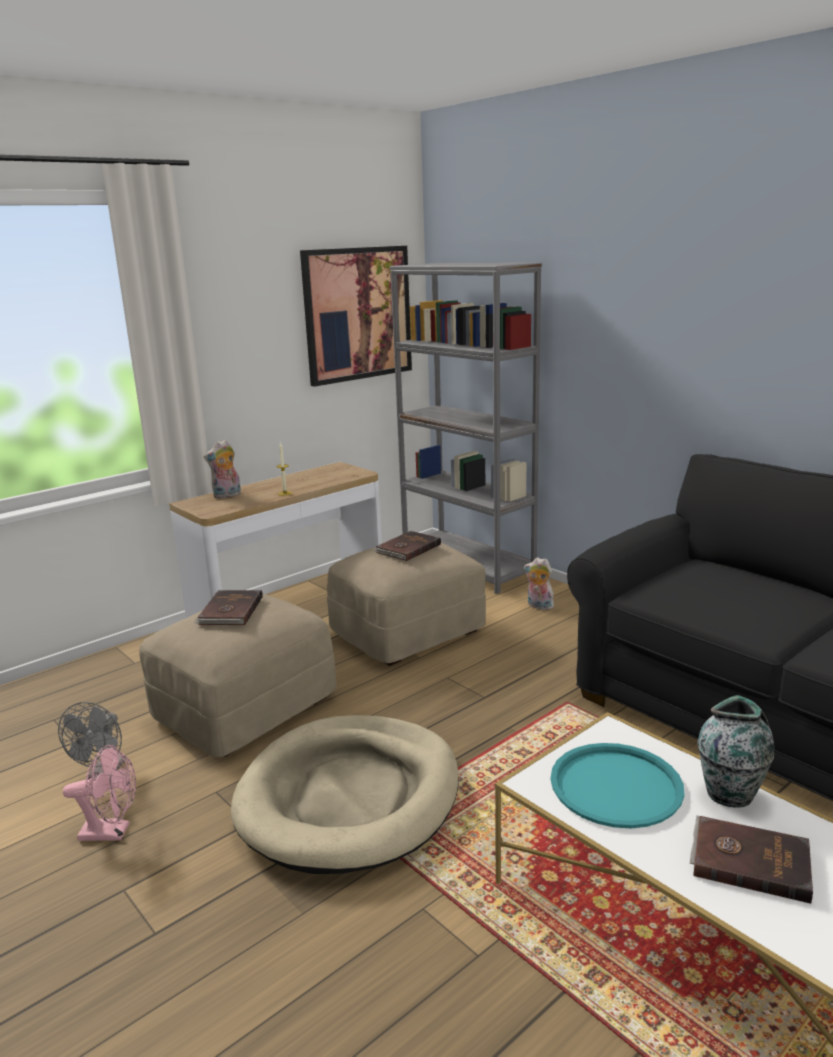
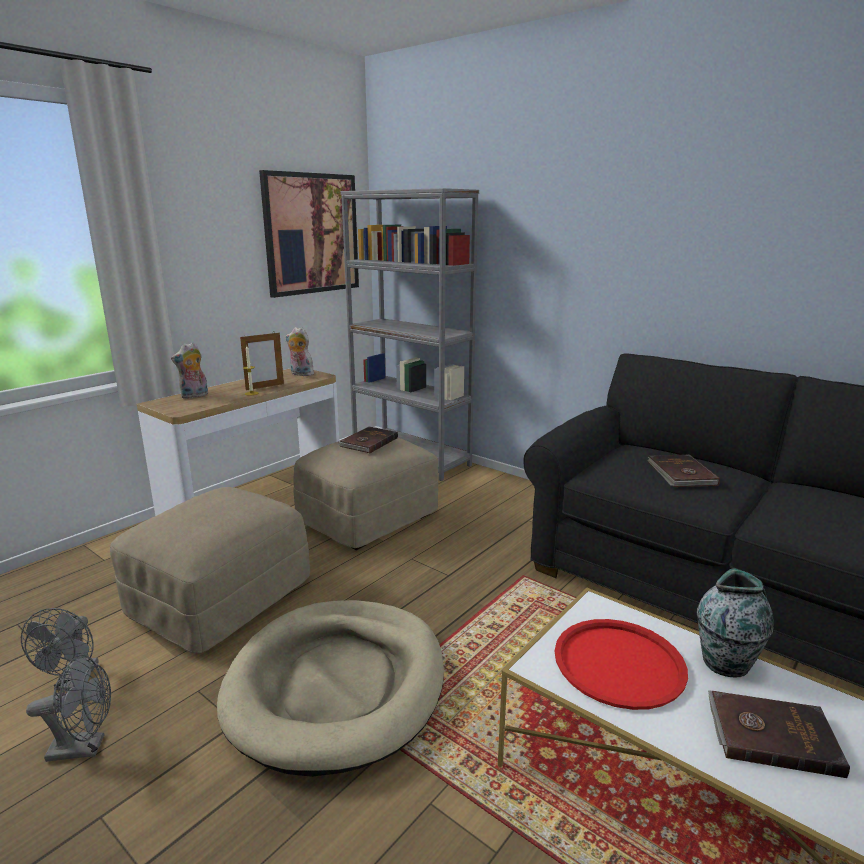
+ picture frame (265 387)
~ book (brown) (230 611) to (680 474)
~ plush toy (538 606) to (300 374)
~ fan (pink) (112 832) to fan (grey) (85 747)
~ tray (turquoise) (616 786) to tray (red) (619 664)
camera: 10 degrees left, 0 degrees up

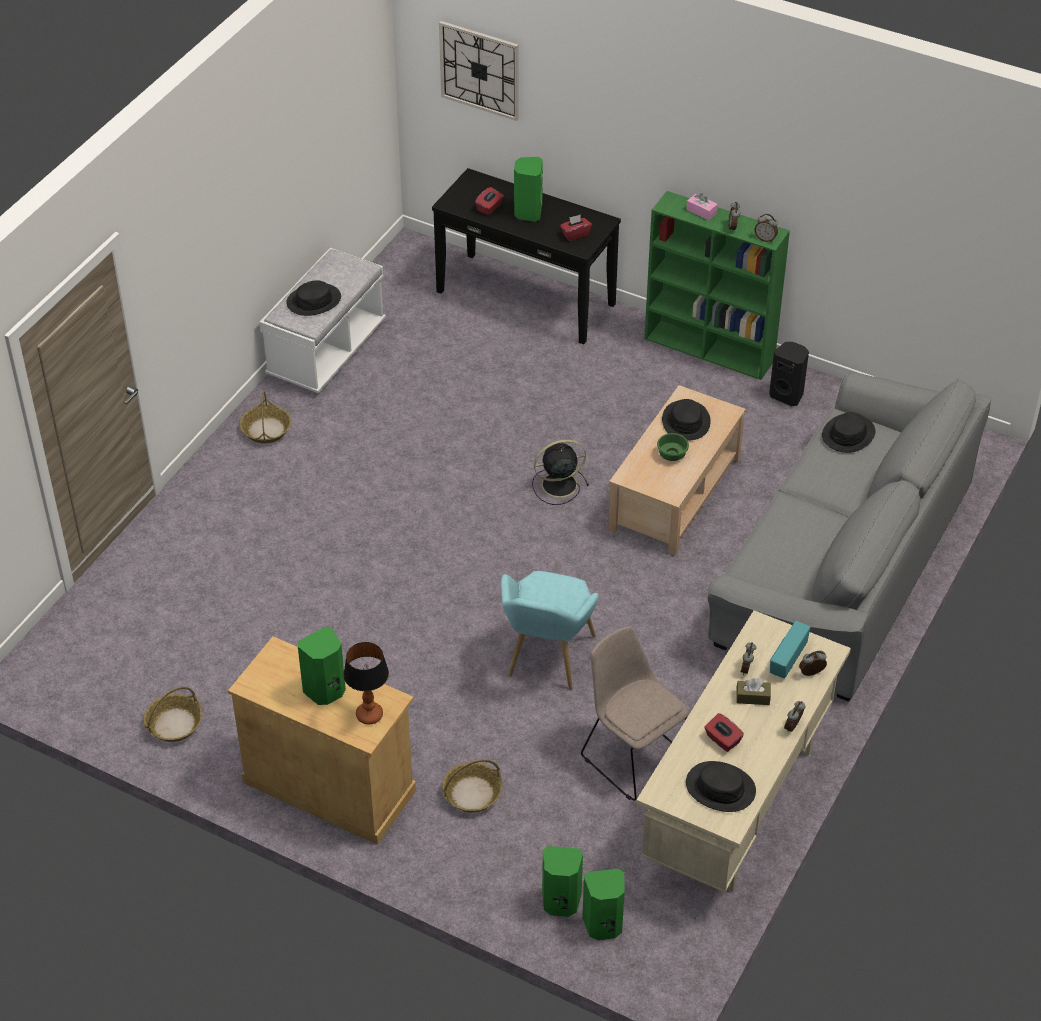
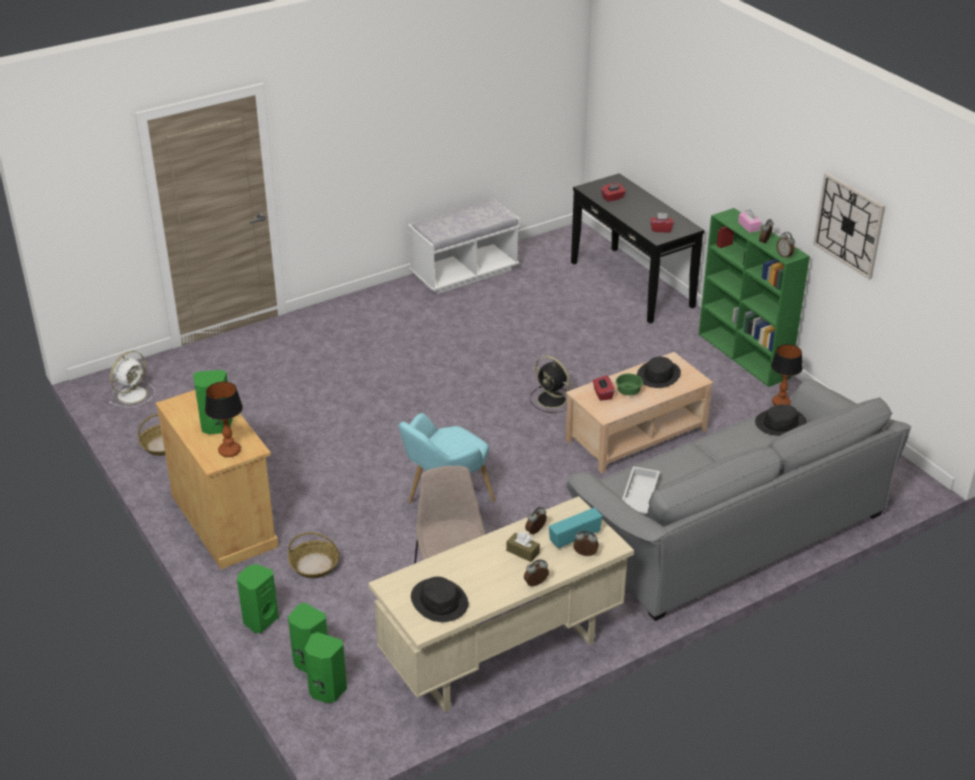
- basket (266 429)
- hat (black) (313 300)
+ fan (white) (133 394)
+ tray (white) (638 495)
~ wall clock (480 70) to (849 225)
~ speaker (green) (528 212) to (259 620)
~ tissue box (red) (722 740) to (602 394)
~ speaker (black) (787 395) to table lamp (781 403)
~ fan (black) (557 485) = (552 400) 150 degrees counterclockwise
camera: 30 degrees right, 10 degrees down

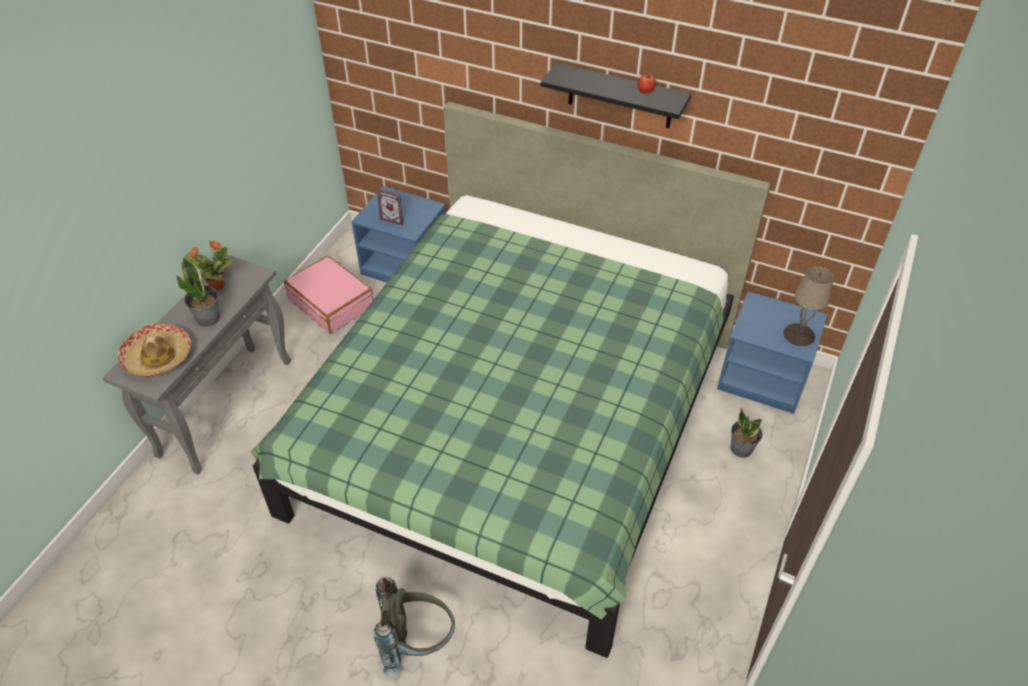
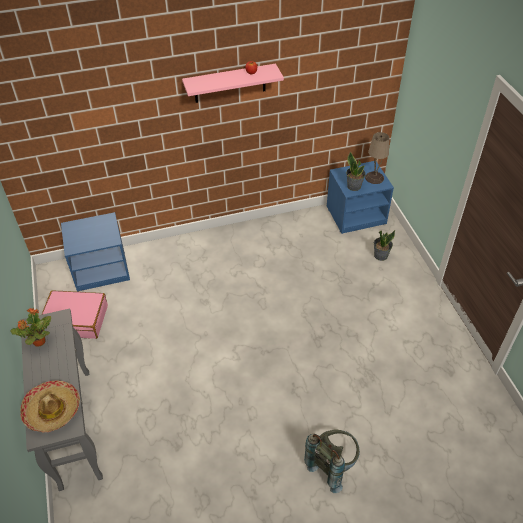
- bed (green) (516 424)
- picture frame (394 218)
~ potted plant (208 318) to (354 186)
~ shelf (black) (620 96) to shelf (pink) (230 83)
camera: 40 degrees left, 0 degrees up

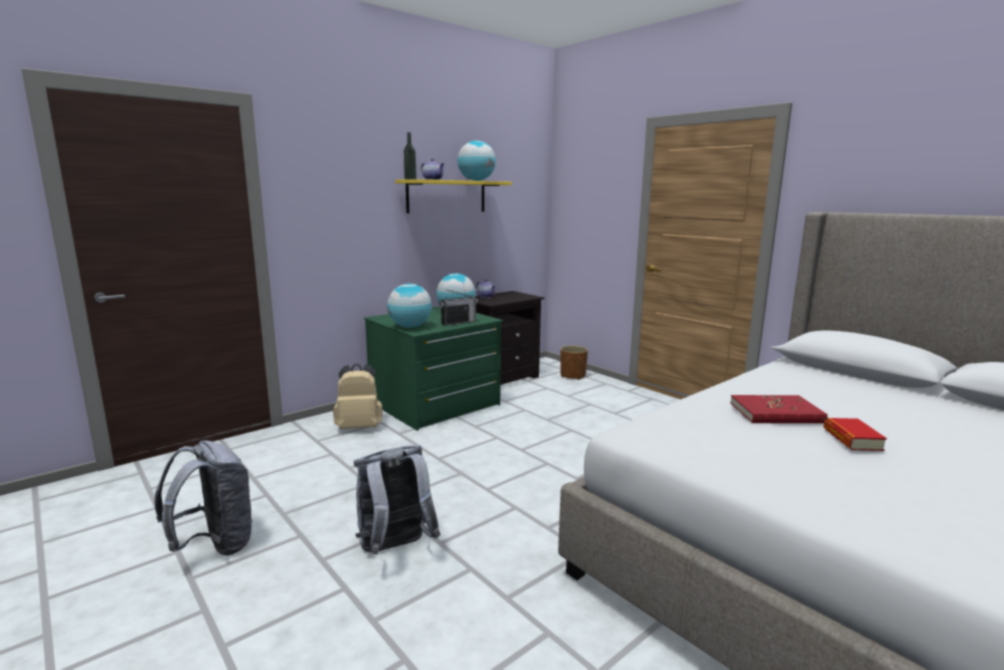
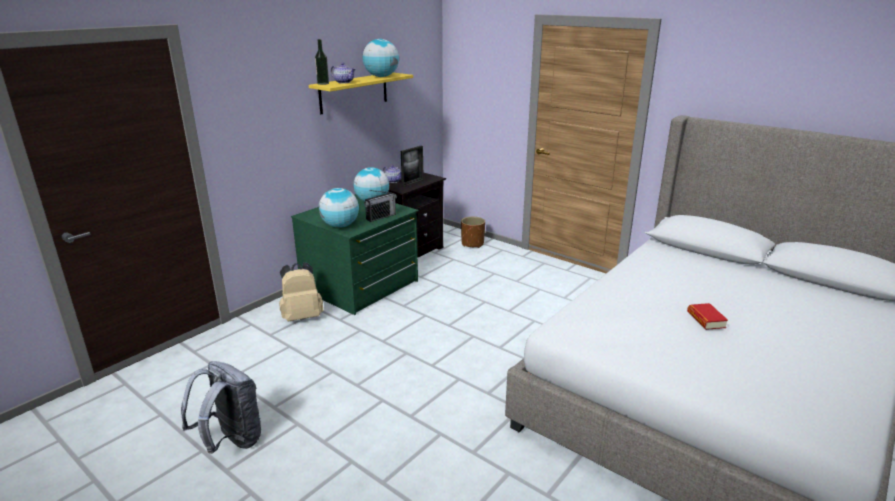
- backpack (grey) (395 549)
- book (red) (776 413)
+ picture frame (412 183)
camera: 10 degrees left, 10 degrees up

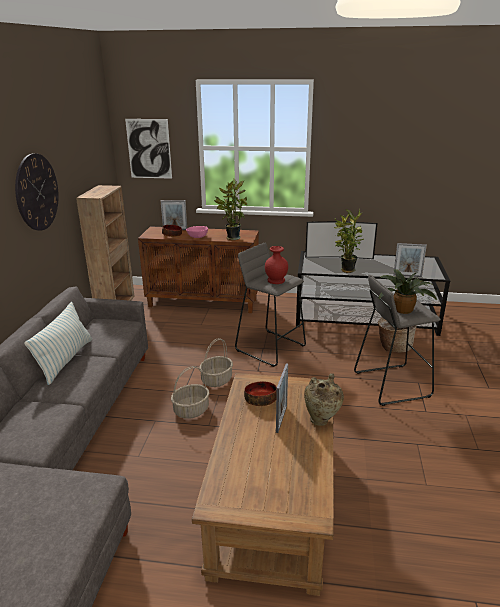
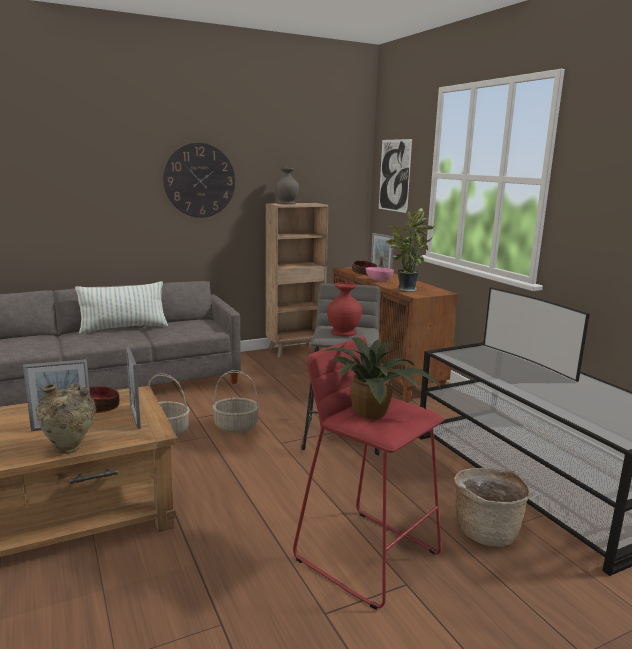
- potted plant (346 270)
+ vase (grey) (287 203)
~ picture frame (407 276) to (135 417)
~ stool (grey) (391 384) to stool (red) (367 555)
camera: 55 degrees right, 10 degrees down

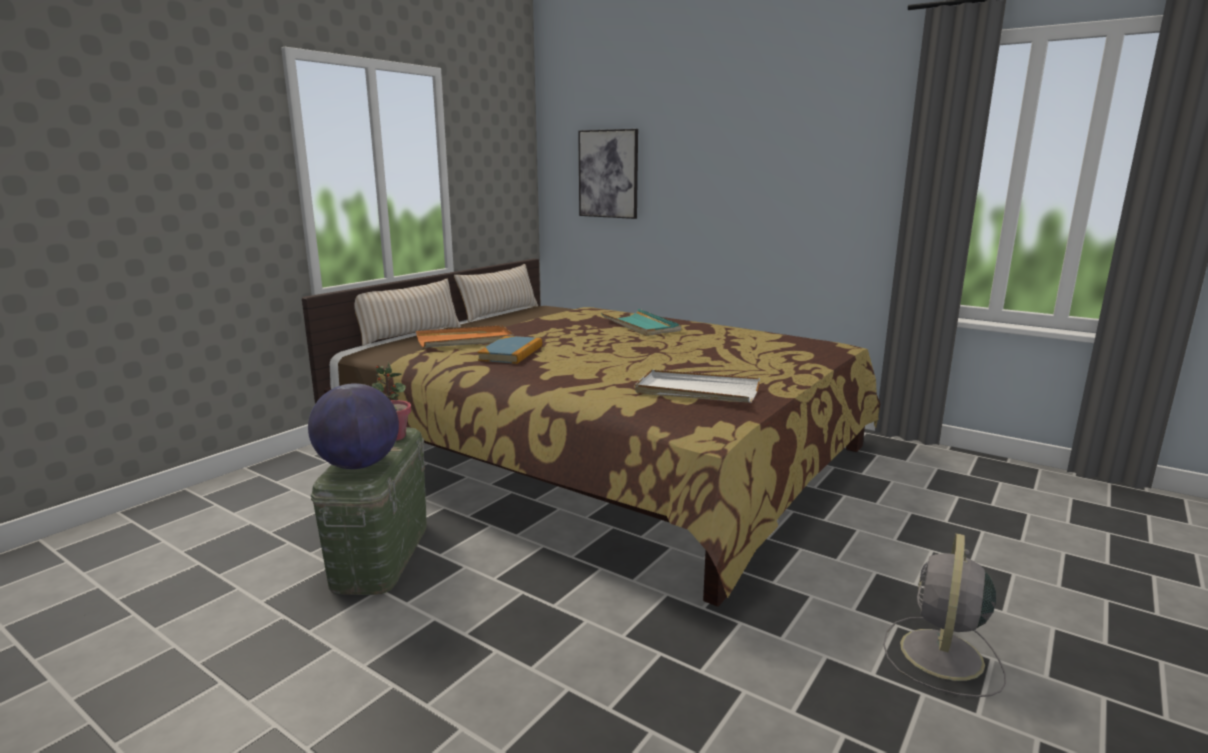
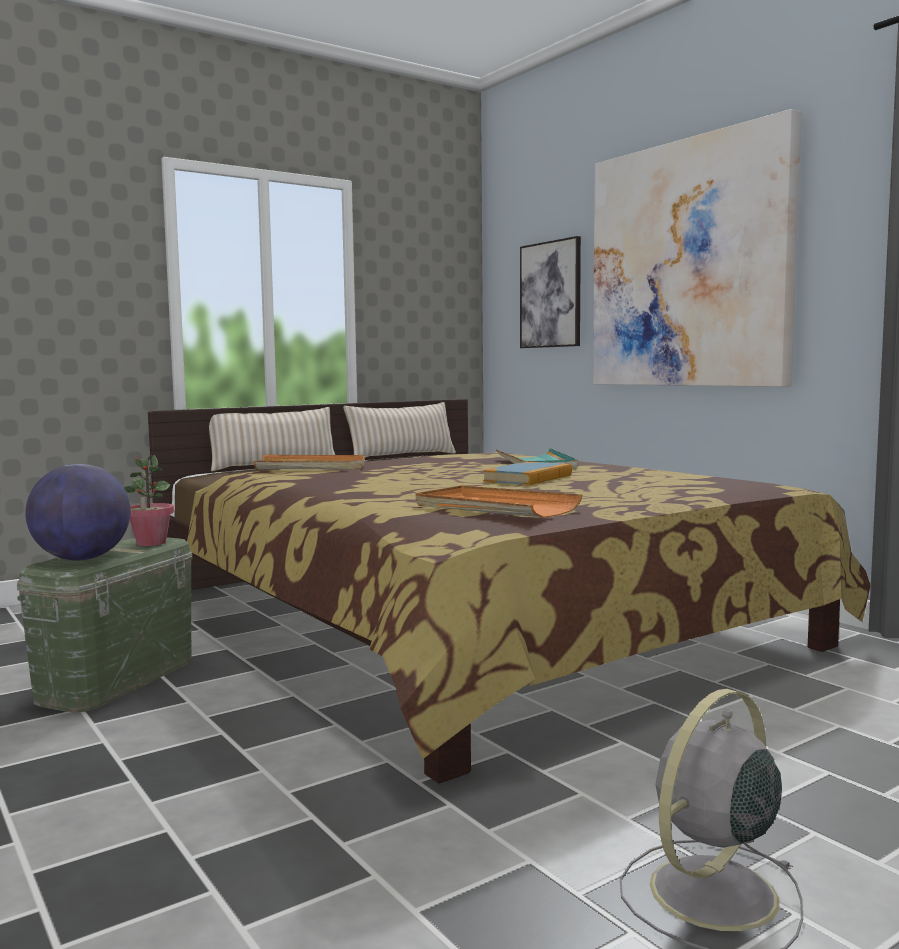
+ picture (689 265)
~ book (511 353) to (528 478)
~ tray (white) (696 391) to tray (orange) (494 507)
camera: 20 degrees right, 10 degrees down

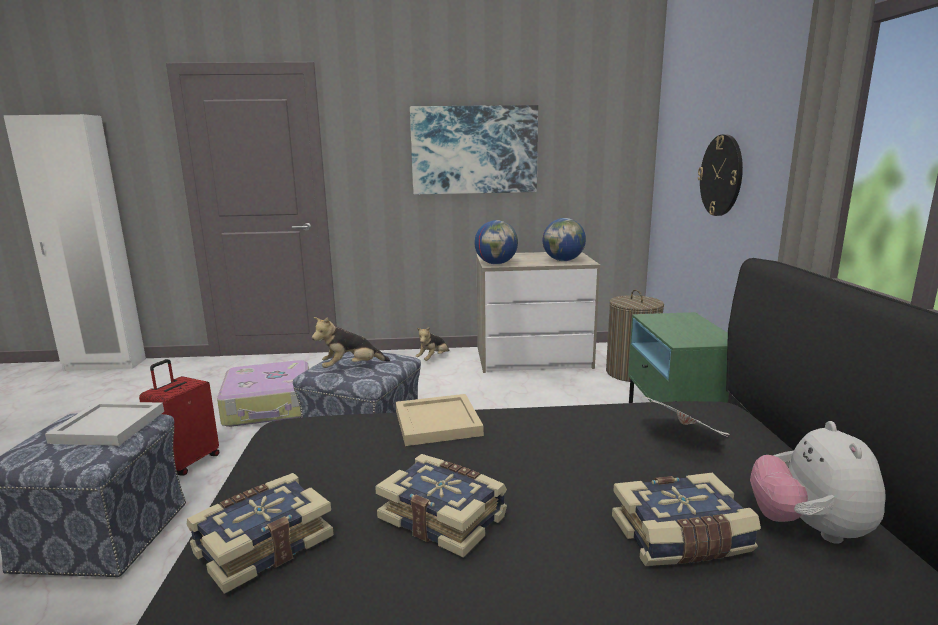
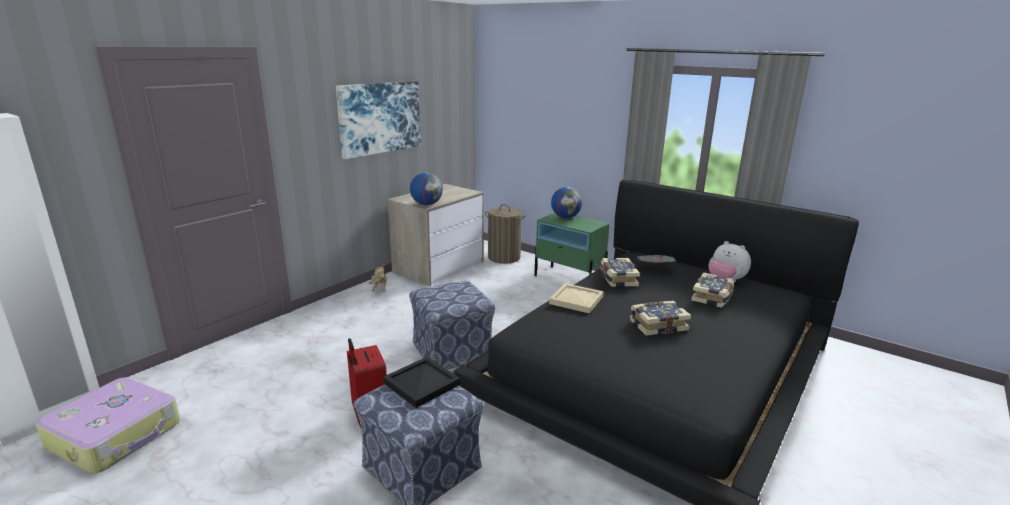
- plush toy (351 368)
- wall clock (721 175)
~ book (262 544) to (617 279)
~ suitcase (269 406) to (117 435)
~ globe (563 260) to (565 217)
~ tray (white) (107 427) to tray (black) (421 384)
camera: 50 degrees left, 5 degrees up

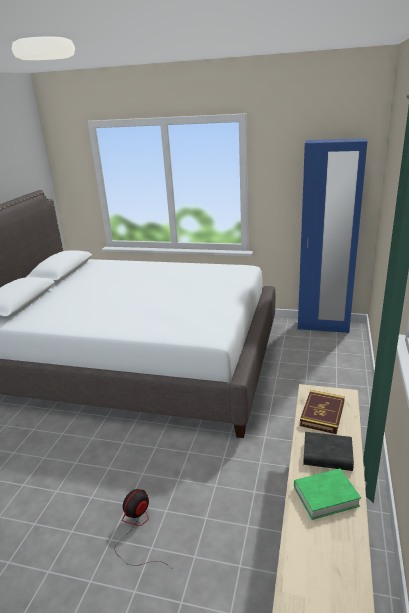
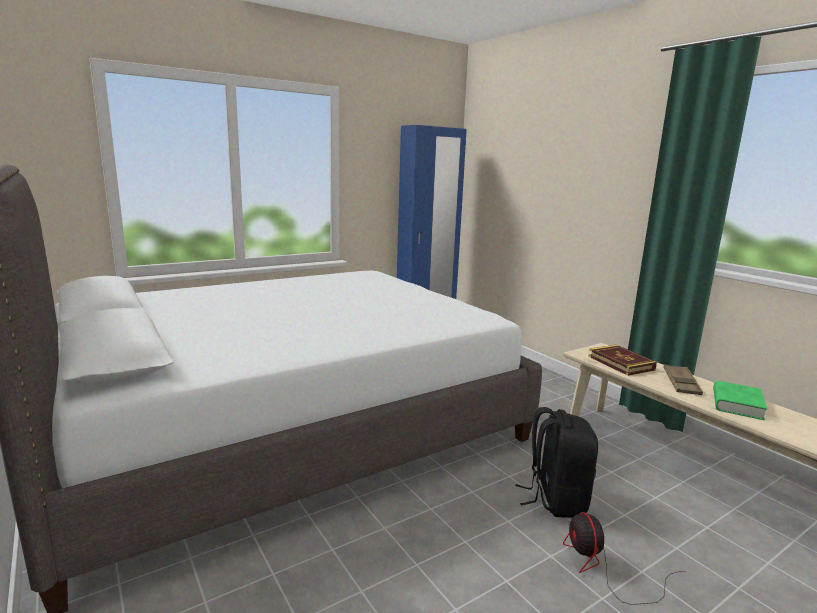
+ backpack (black) (555 499)
~ book (black) (327 455) to tray (brown) (681 383)
camera: 50 degrees left, 10 degrees down

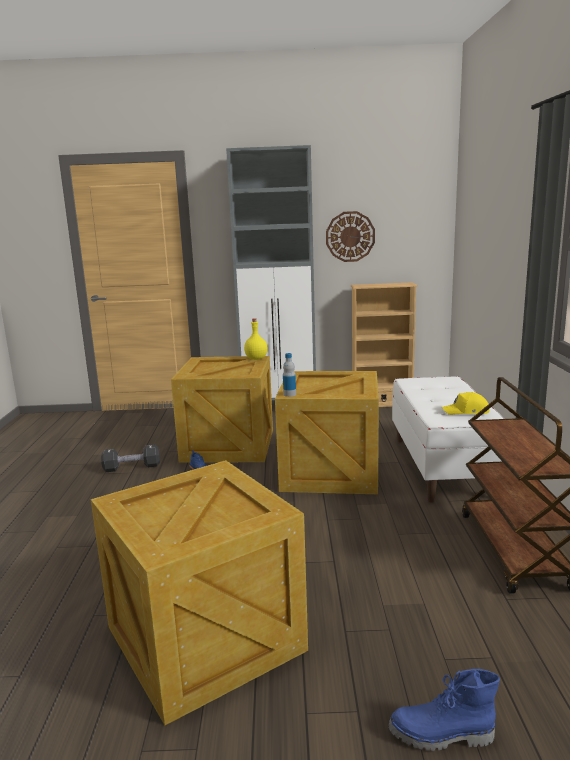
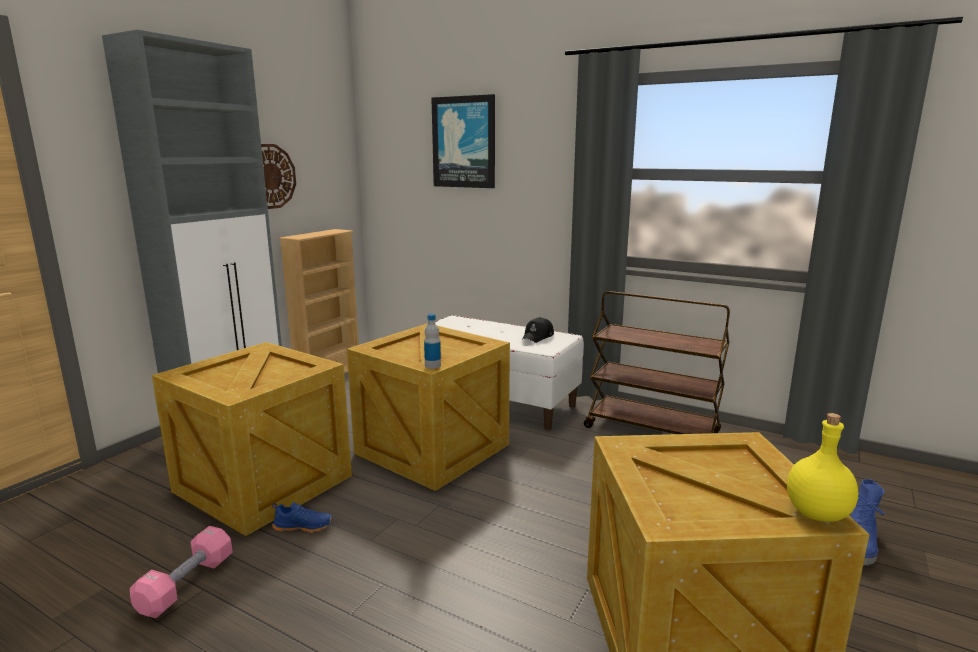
+ picture (464 142)
~ bottle (yellow) (256 358) to (815 513)
~ dumbbell (black) (132 467) to dumbbell (pink) (187 584)
~ cap (yellow) (466 411) to cap (black) (538 337)
camera: 60 degrees left, 0 degrees up

